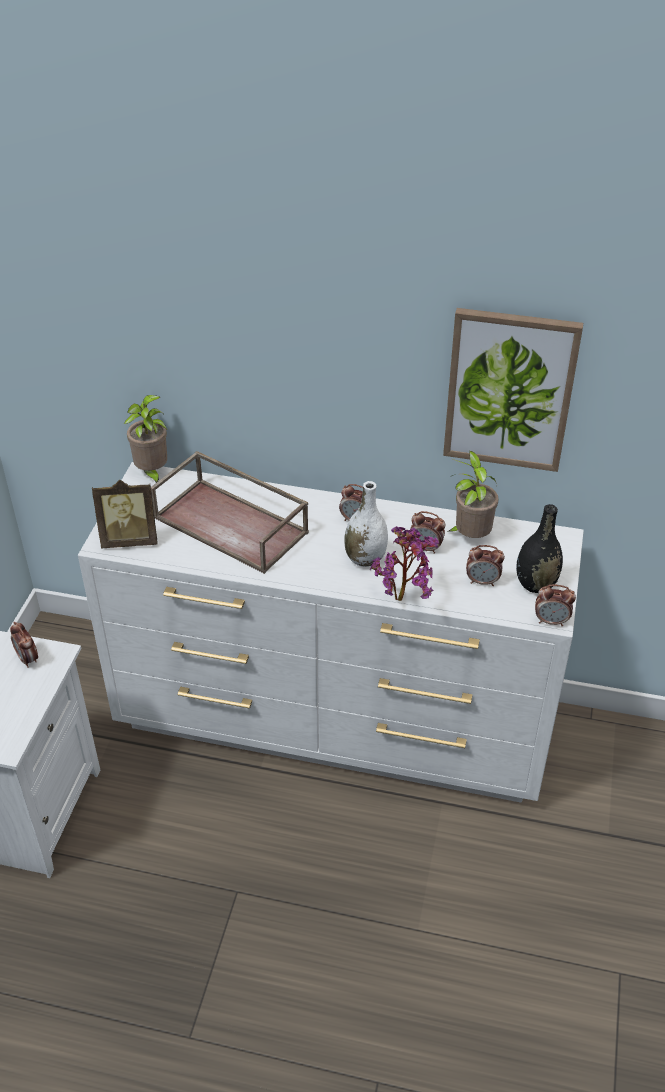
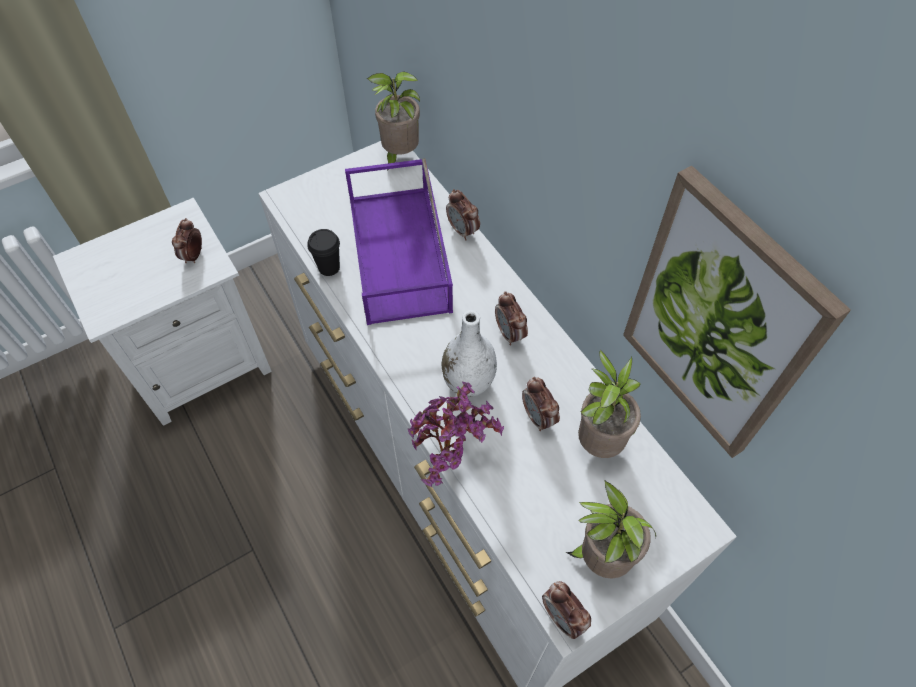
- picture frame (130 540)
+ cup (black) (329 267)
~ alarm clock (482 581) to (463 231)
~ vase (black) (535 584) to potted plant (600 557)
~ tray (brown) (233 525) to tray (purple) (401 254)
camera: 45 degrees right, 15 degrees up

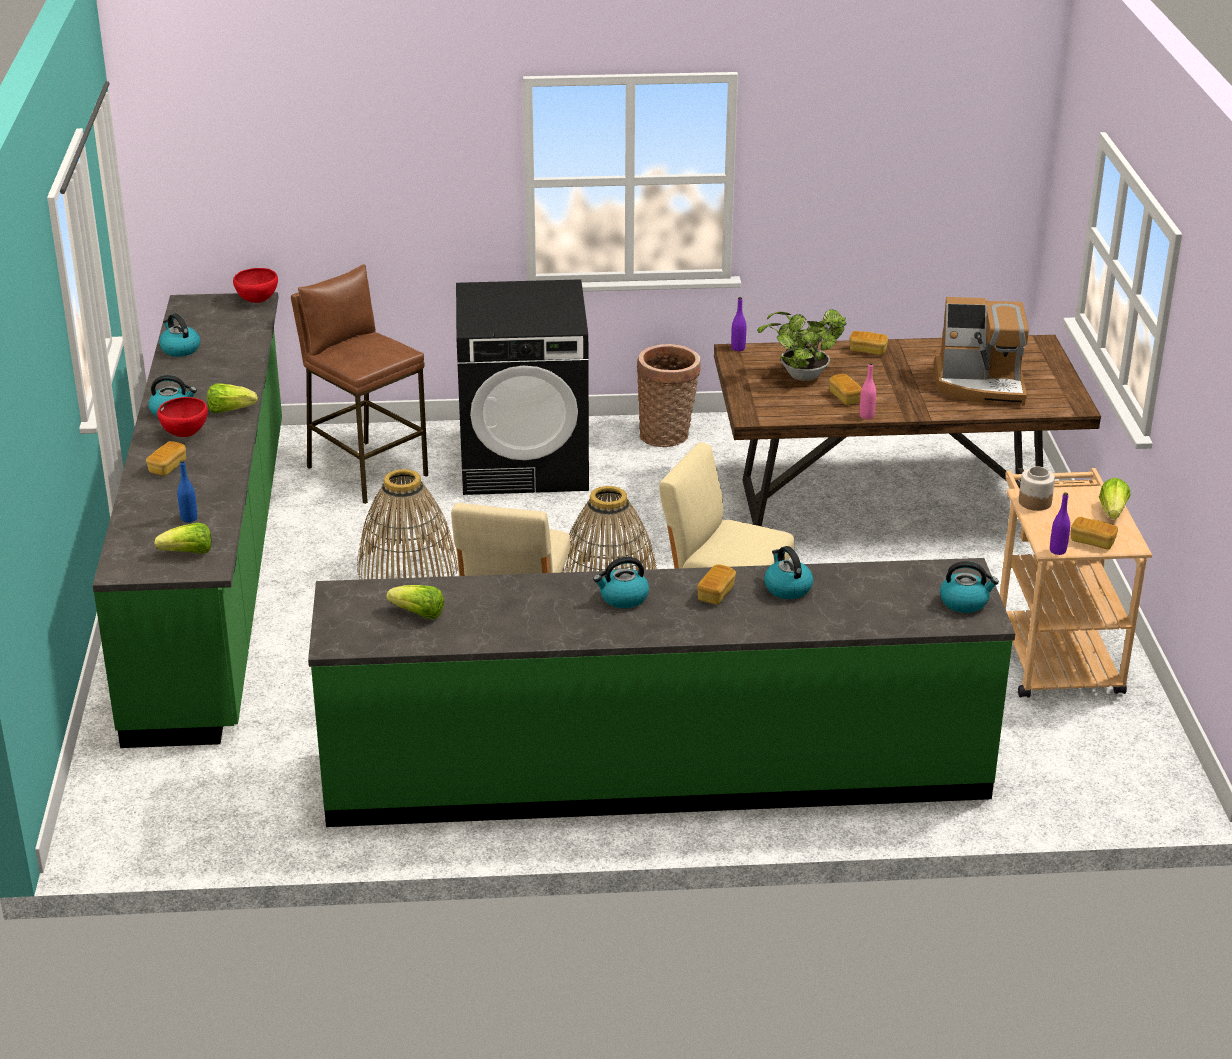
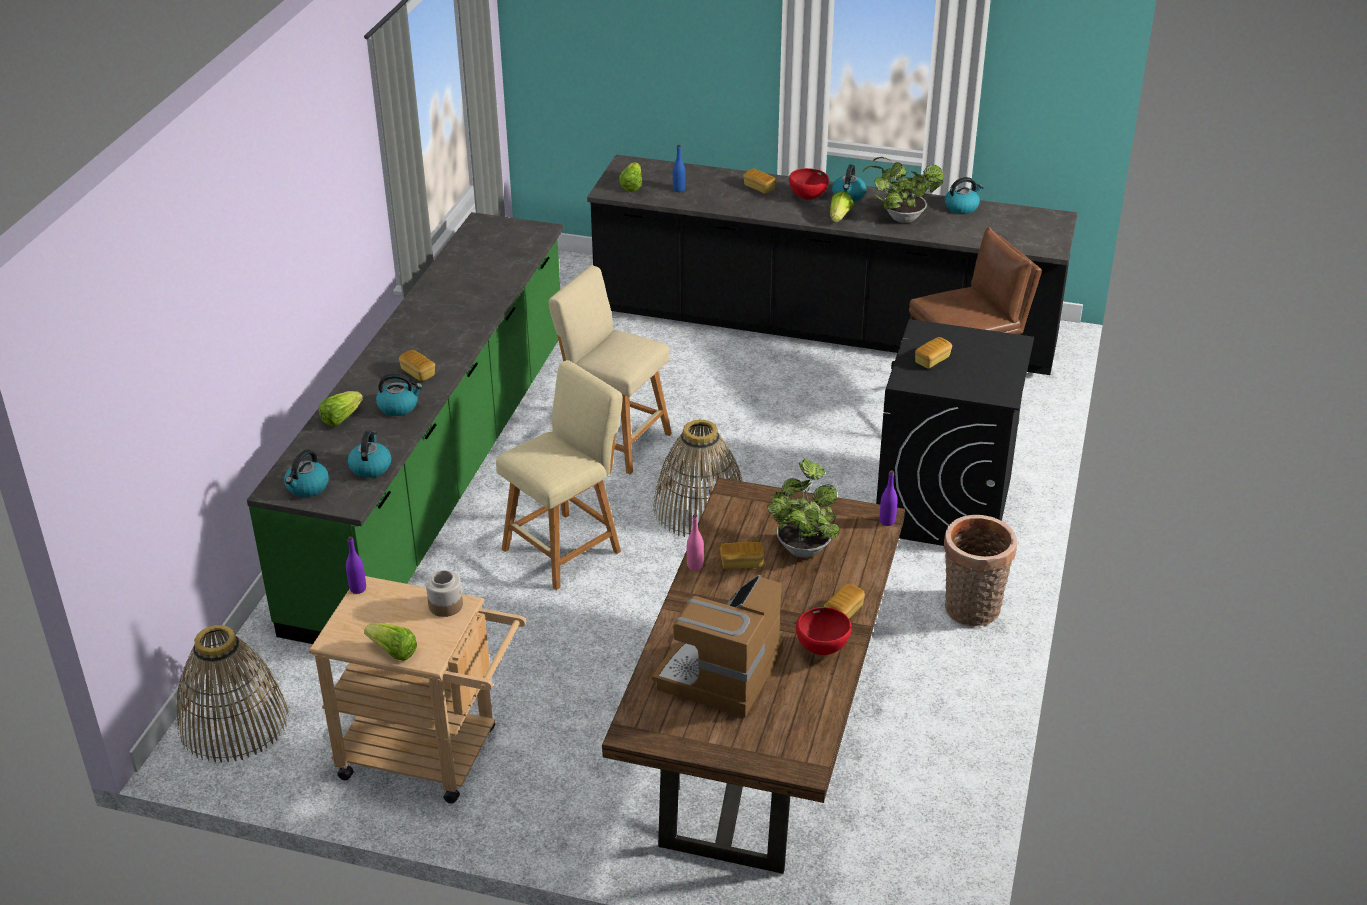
+ potted plant (900 218)
~ bowl (red) (257 301) to (822 649)
~ basket (407 570) to (233 722)
~ lettuce (418 614) to (341 418)
~ kettle (623 598) to (370 467)
~ bread (1092 542) to (932 360)
~ counter (green) (214 572) to counter (black) (823 327)
camera: 110 degrees right, 5 degrees up

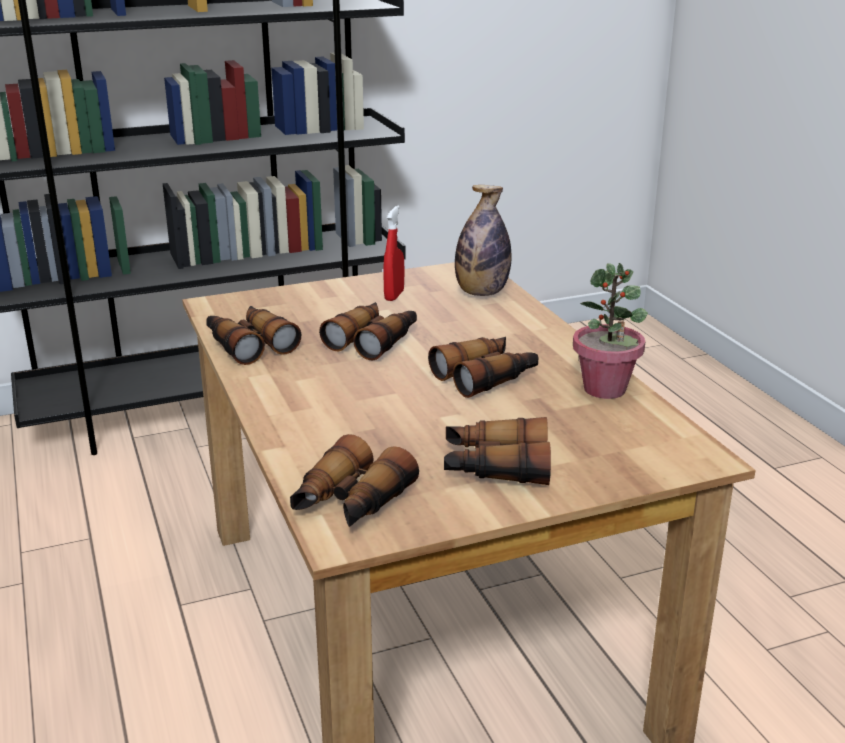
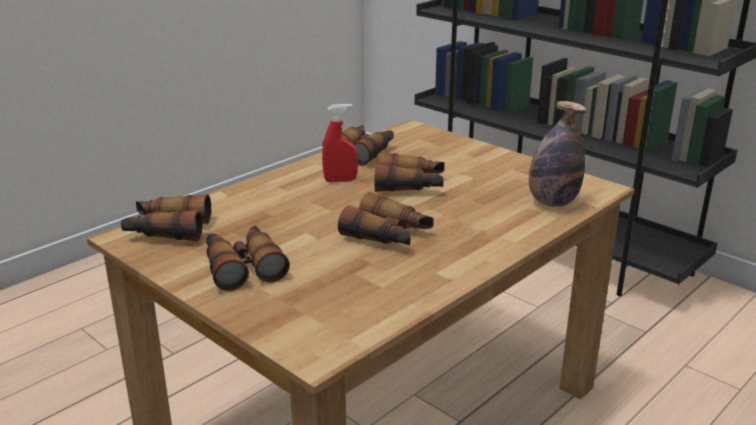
- potted plant (605 389)
~ spray bottle (red) (394 295) to (340 180)
camera: 65 degrees right, 0 degrees up

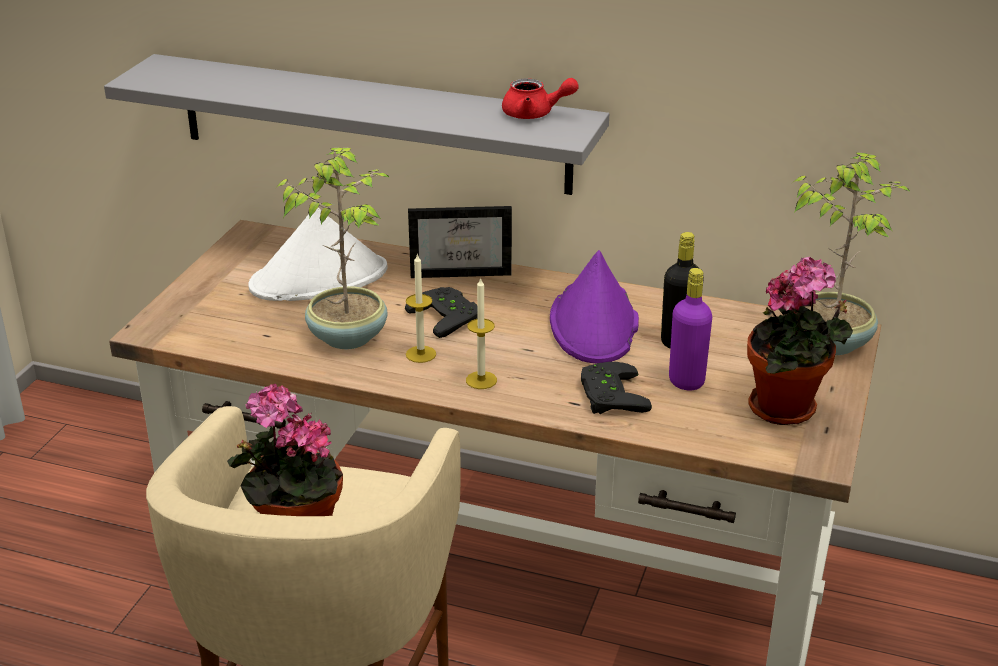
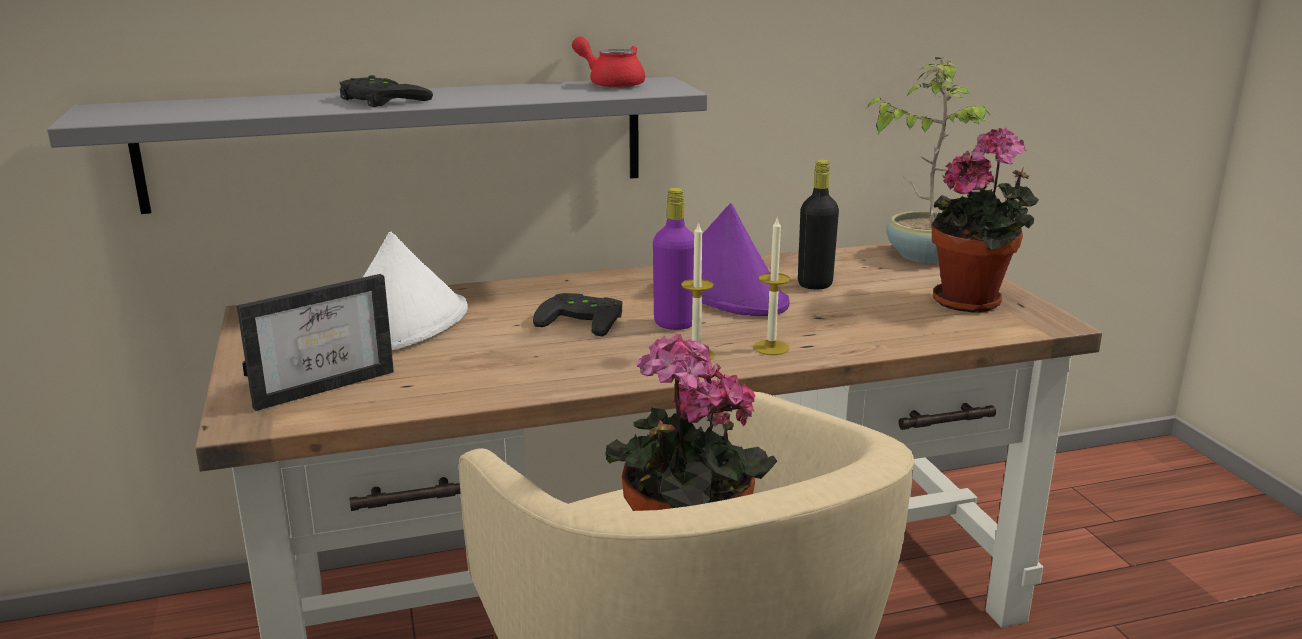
- potted plant (348 336)
~ candle (420 354) to (771 347)
~ picture frame (462 270) to (322 384)
~ game controller (black) (608 395) to (378 100)
~ bottle (purple) (686 381) to (674 324)
~ teapot (red) (535 114) = (611 84) 120 degrees counterclockwise
camera: 35 degrees left, 10 degrees down

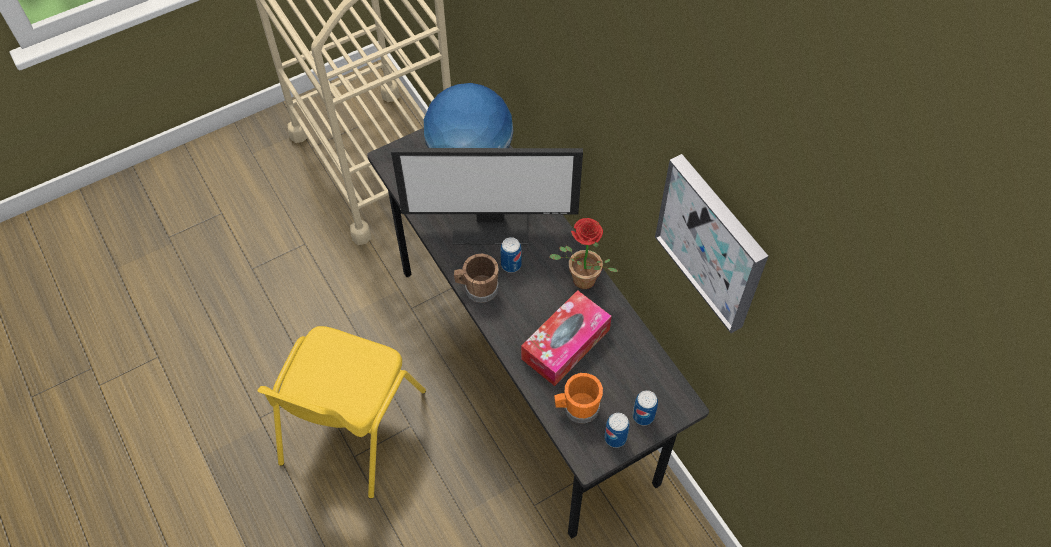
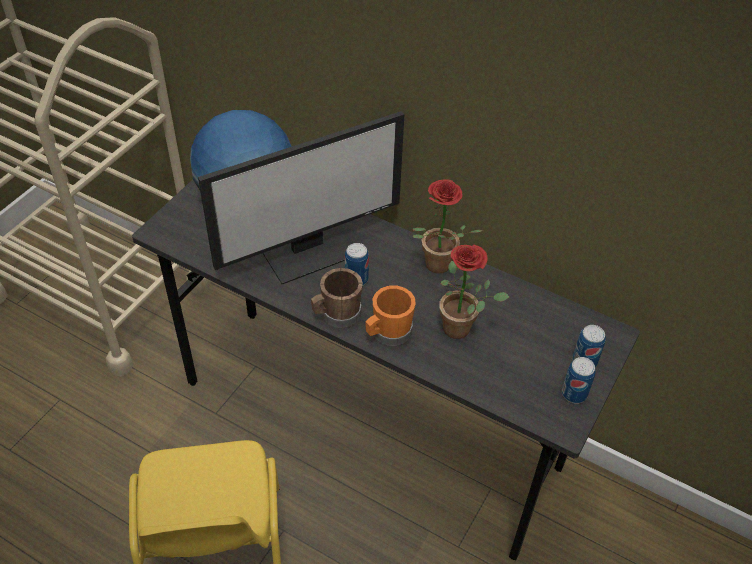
- picture (713 242)
~ mug (orange) (577 408) to (388 333)
~ tissue box (565 344) to potted plant (462 329)
camera: 30 degrees left, 10 degrees down

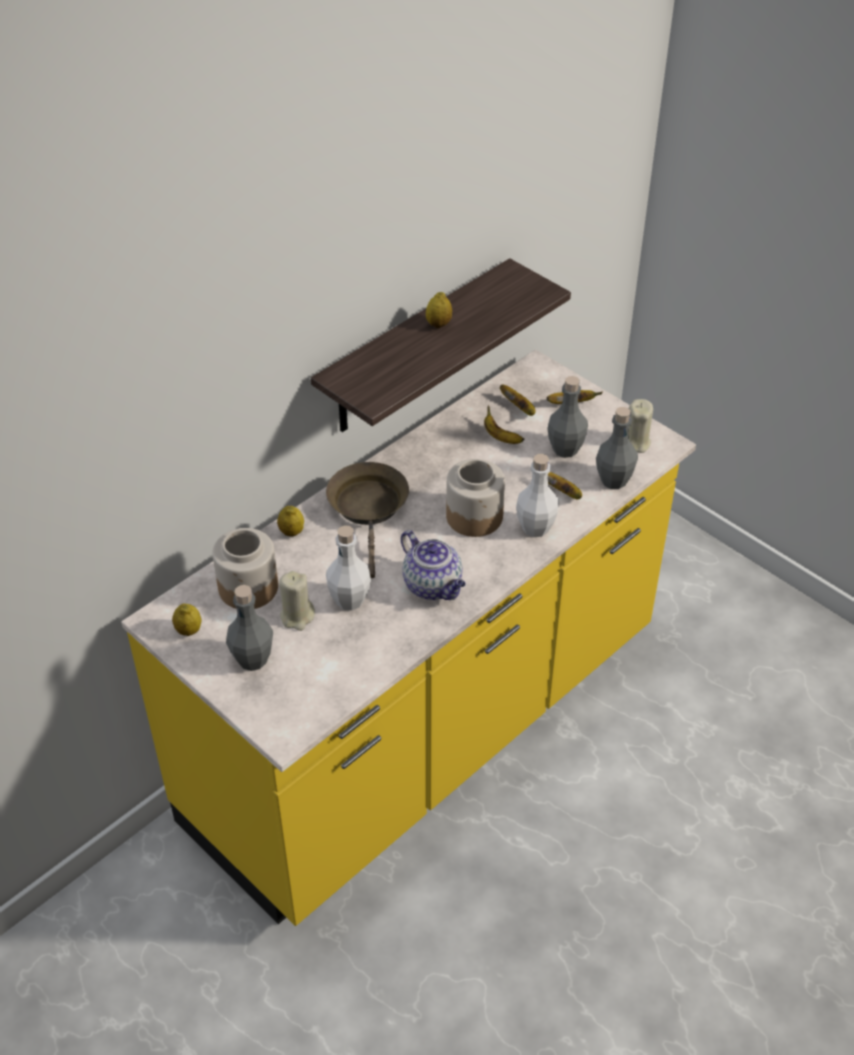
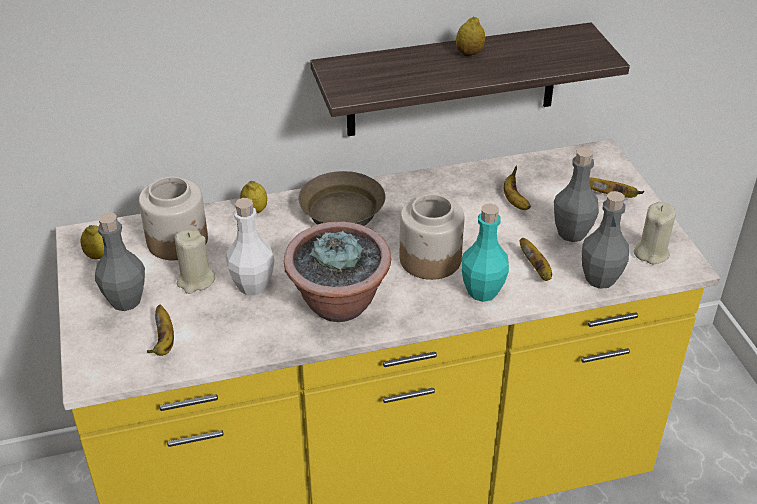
~ banana (519 408) to (164 341)
~ teapot (434 586) to potted plant (339 304)
~ bottle (white) (535 528) to bottle (turquoise) (482 291)
camera: 30 degrees right, 5 degrees down

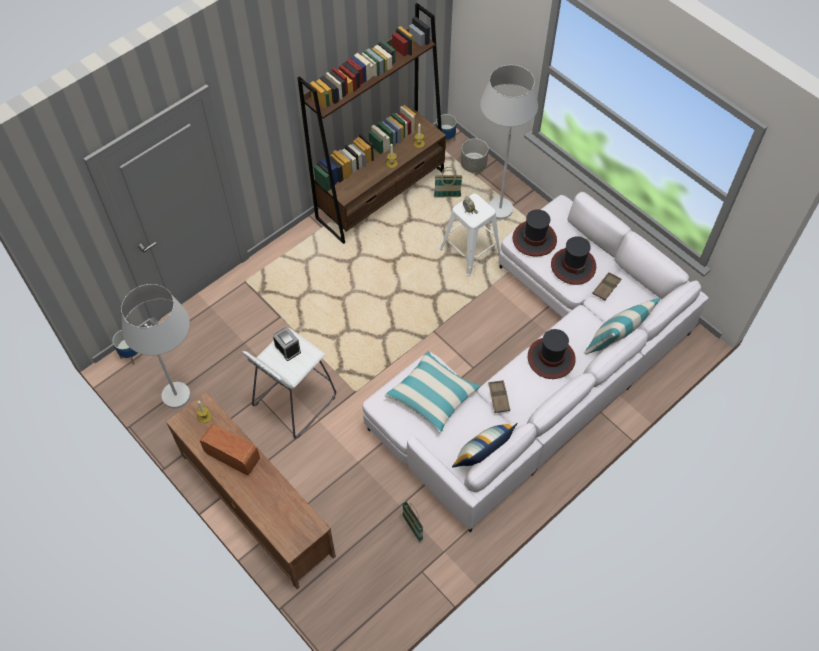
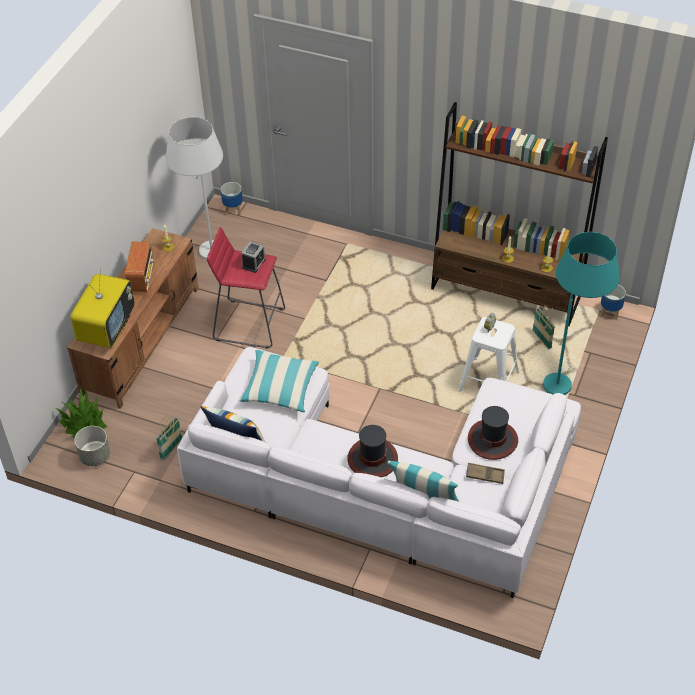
- tray (brown) (499 398)
- hat (534 239)
+ potted plant (84 423)
+ television (107 328)
~ planter (grey) (473 165) to (95 456)
~ stool (white) (294 401) to stool (red) (249 323)
~ floor lamp (white) (497 198) to floor lamp (turquoise) (569 379)
camera: 65 degrees right, 10 degrees down

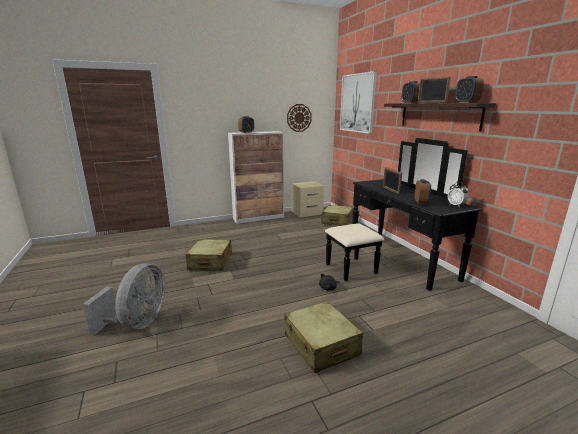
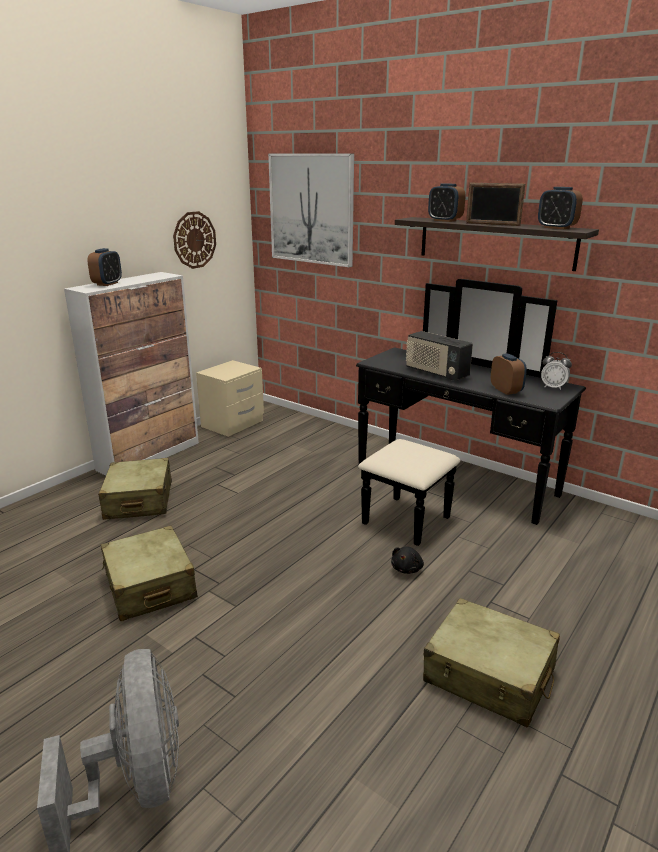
~ suitcase (beige) (337 221) to (139 501)
~ picture frame (390 190) to radio (436 373)
camera: 30 degrees left, 5 degrees up

